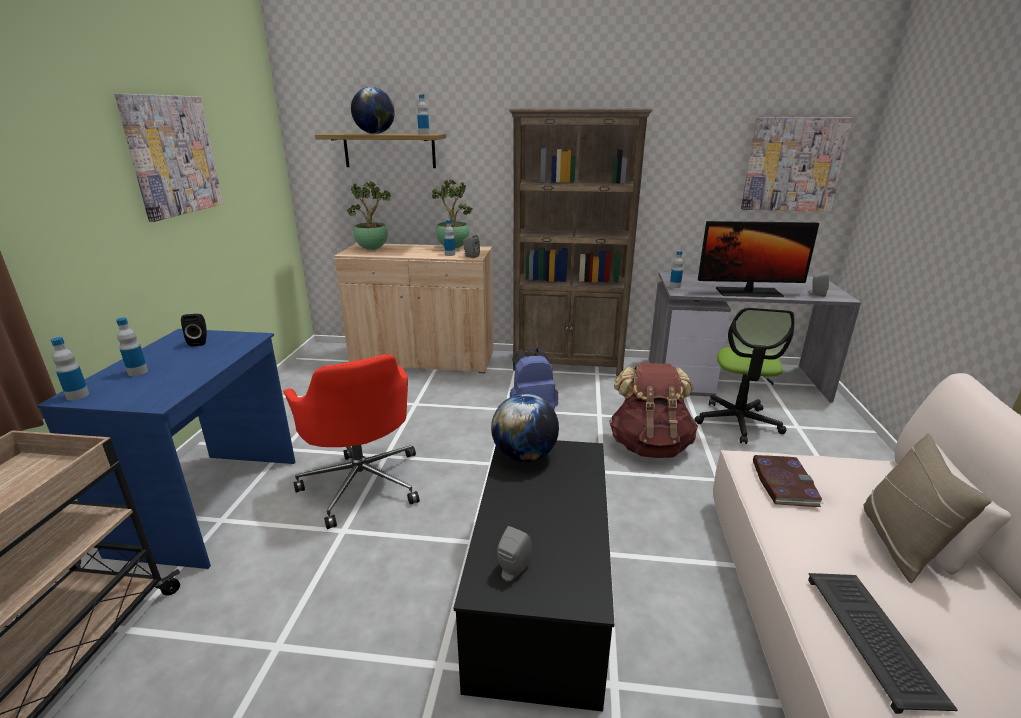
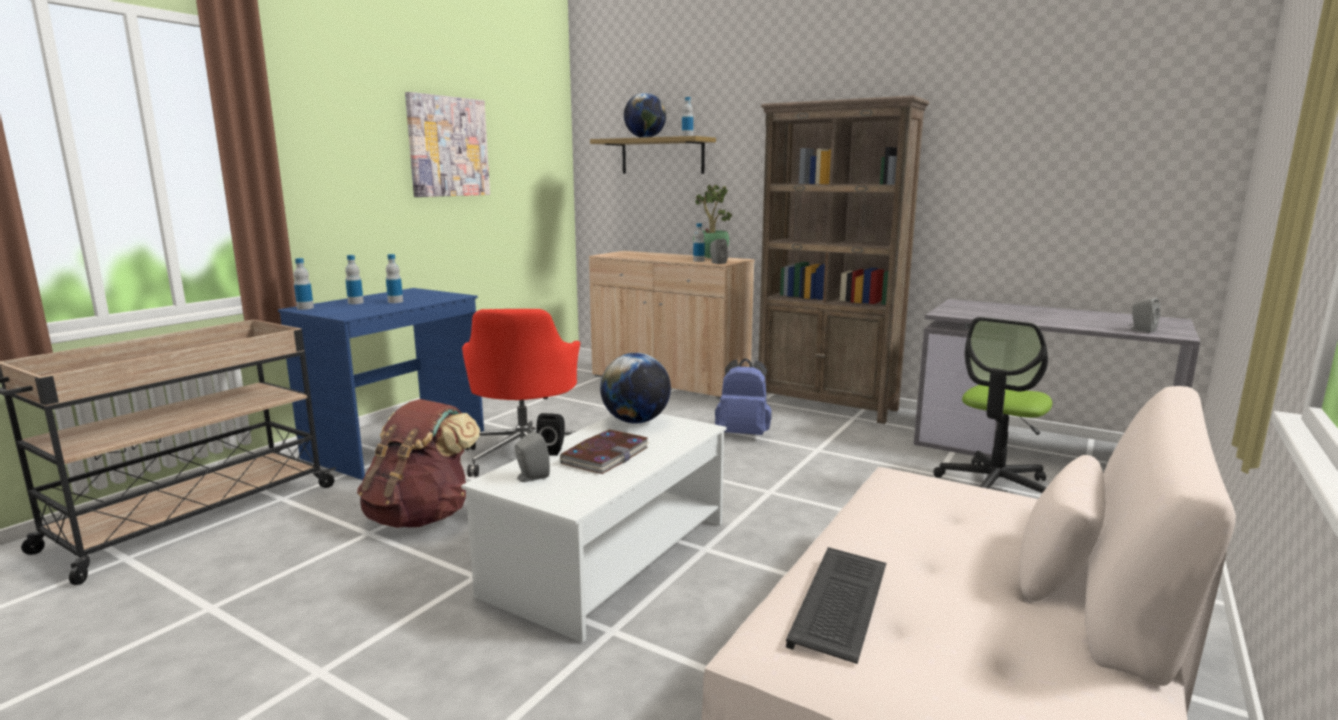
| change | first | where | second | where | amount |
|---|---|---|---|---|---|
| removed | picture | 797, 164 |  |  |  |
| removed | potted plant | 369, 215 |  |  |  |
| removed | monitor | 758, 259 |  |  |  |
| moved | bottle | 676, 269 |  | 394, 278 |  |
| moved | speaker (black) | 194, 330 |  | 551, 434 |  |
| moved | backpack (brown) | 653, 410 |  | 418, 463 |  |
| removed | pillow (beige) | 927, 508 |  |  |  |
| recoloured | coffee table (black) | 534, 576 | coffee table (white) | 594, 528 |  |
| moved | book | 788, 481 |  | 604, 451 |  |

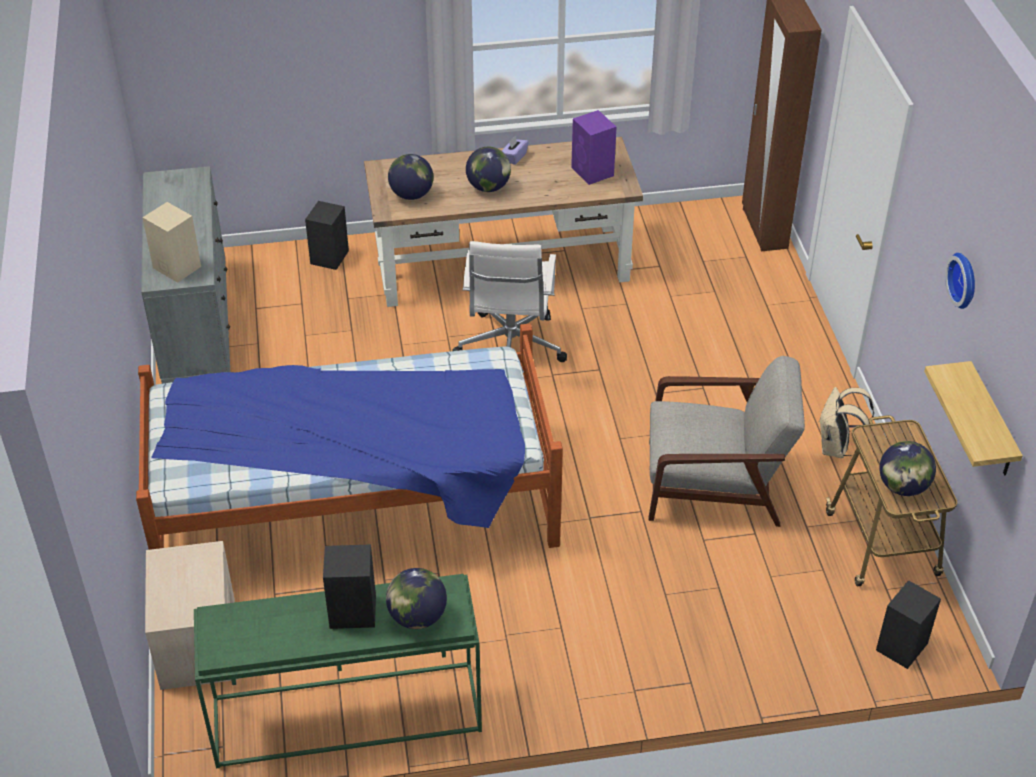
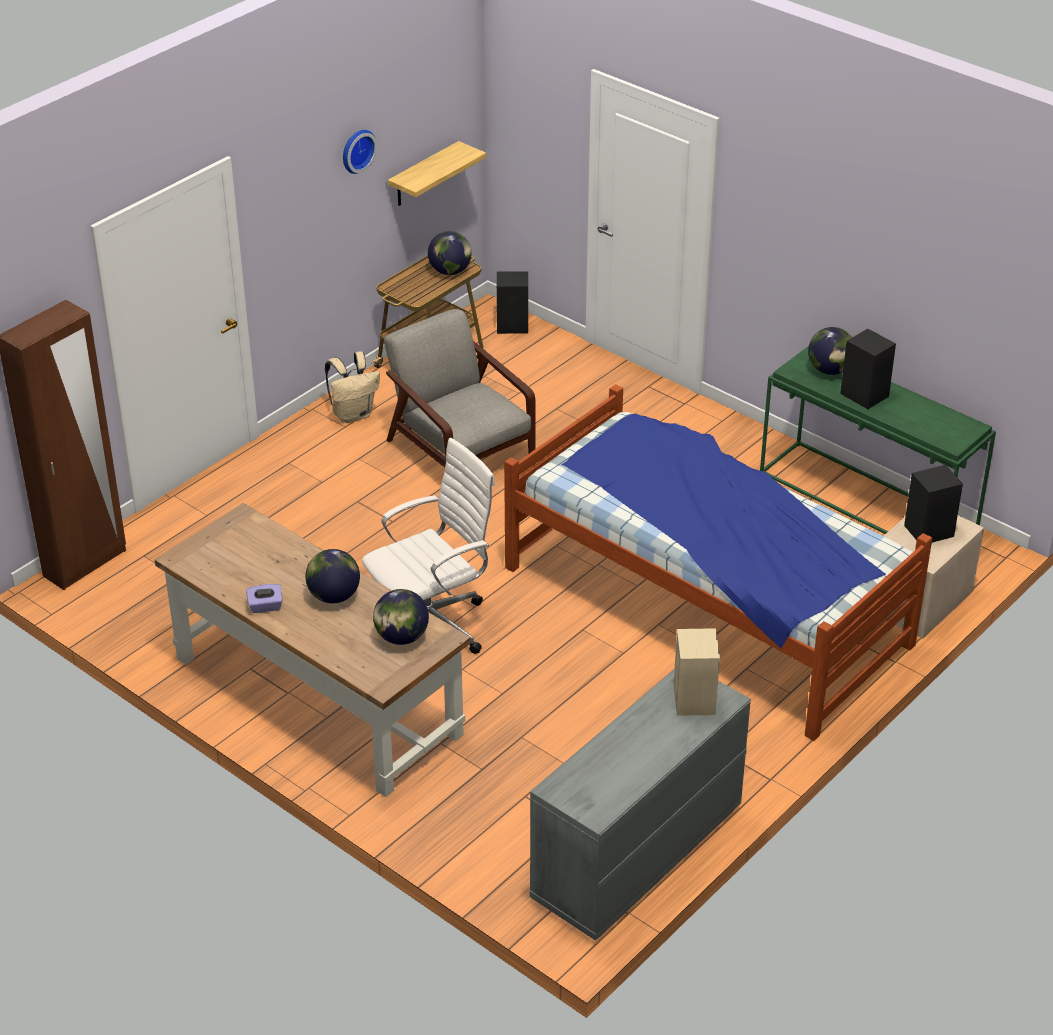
| change | first | where | second | where | amount |
|---|---|---|---|---|---|
| removed | speaker (purple) | 593, 147 |  |  |  |
| moved | speaker (black) | 327, 235 |  | 933, 503 |  |

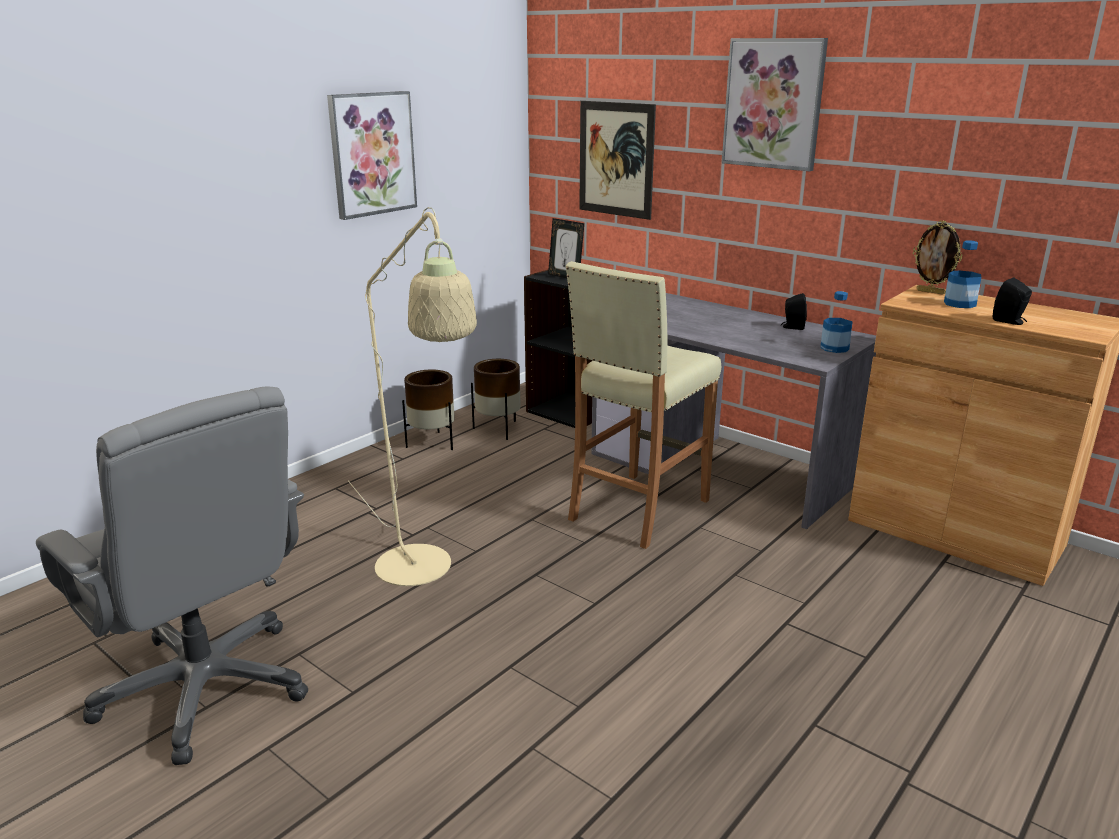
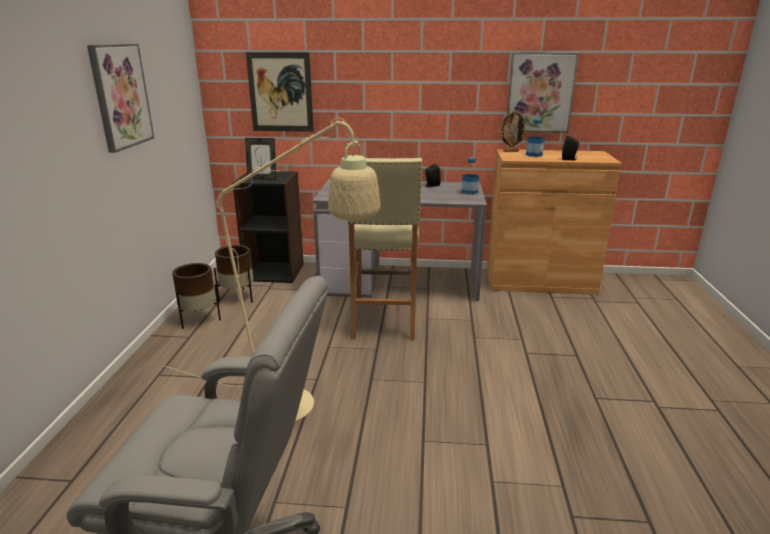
| change | first | where | second | where | amount |
|---|---|---|---|---|---|
| moved | picture | 775, 105 |  | 543, 92 |  |

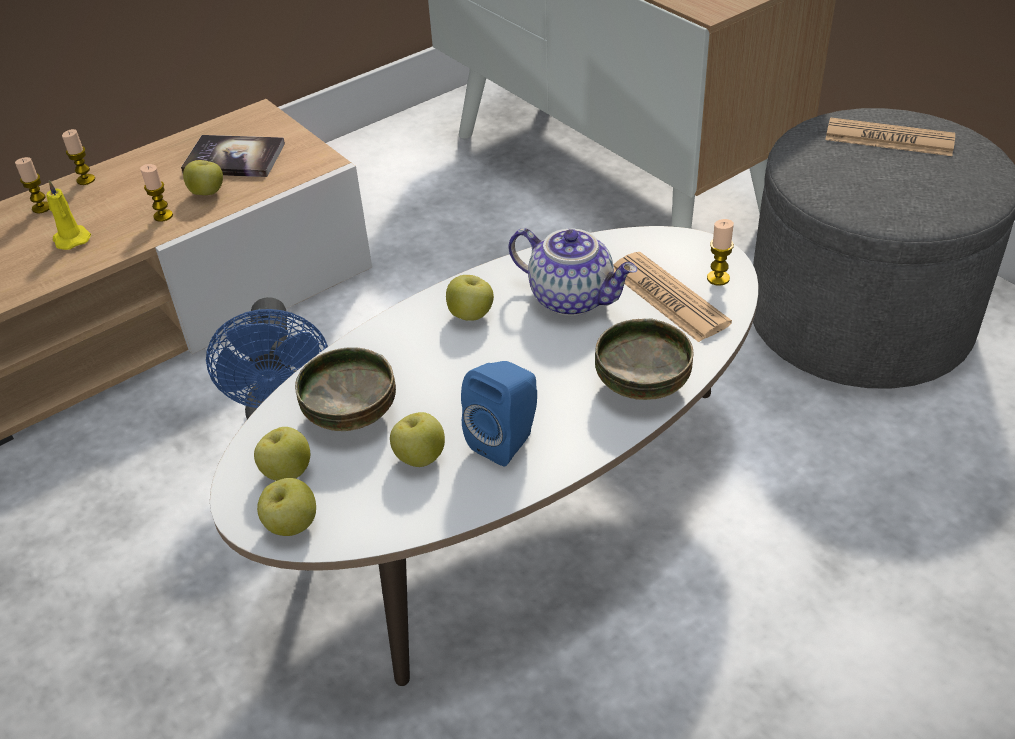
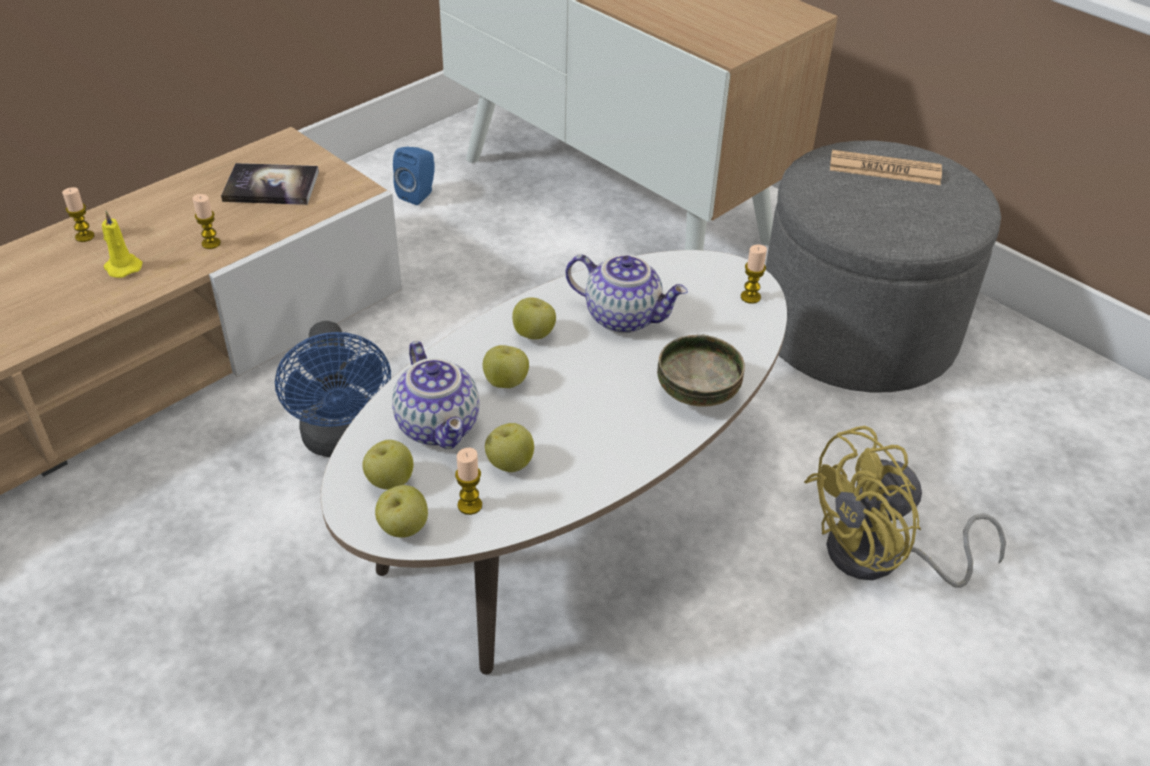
| change | first | where | second | where | amount |
|---|---|---|---|---|---|
| moved | candle | 78, 157 |  | 468, 481 |  |
| moved | apple | 203, 177 |  | 506, 366 |  |
| removed | newspaper | 673, 297 |  |  |  |
| replaced | bowl | 345, 389 | teapot | 435, 395 |  |
| moved | speaker (blue) | 499, 413 |  | 413, 175 |  |
| added |  |  | fan (yellow) | 905, 507 |  |

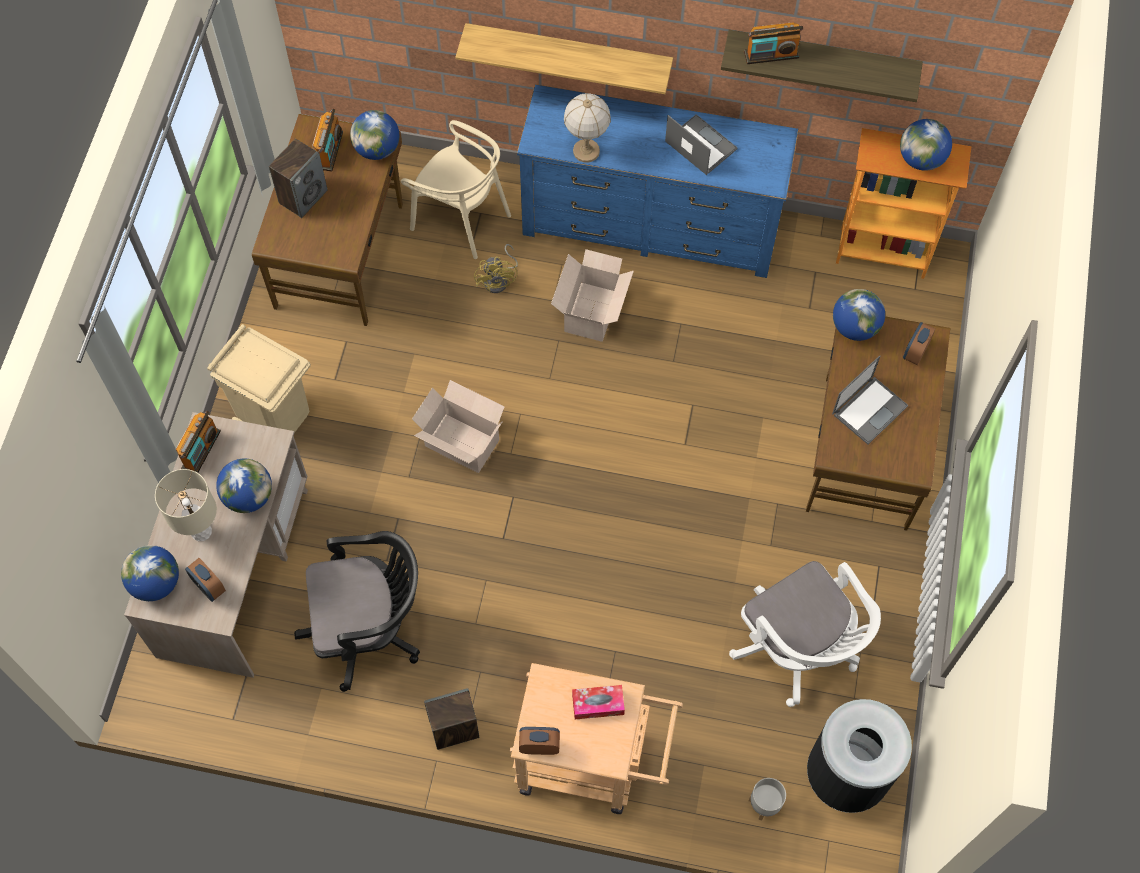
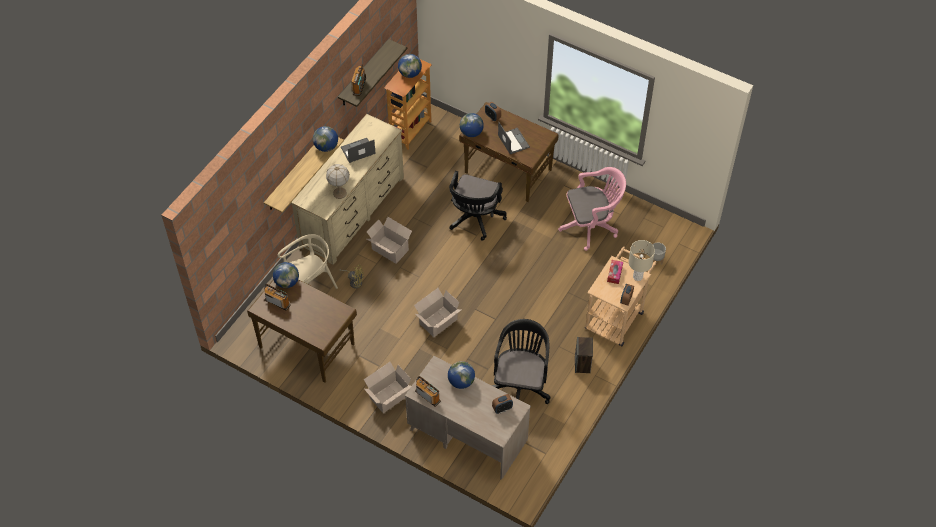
| change | first | where | second | where | amount |
|---|---|---|---|---|---|
| recoloured | dresser (blue) | 658, 181 | dresser (beige) | 347, 189 |  |
| removed | speaker | 298, 178 |  |  |  |
| replaced | trash can (beige) | 259, 378 | cardboard box | 387, 387 |  |
| moved | table lamp (beige) | 186, 505 |  | 641, 260 |  |
| moved | globe | 150, 573 |  | 325, 139 |  |
| recoloured | office chair (white) | 805, 634 | office chair (pink) | 592, 209 |  |
| removed | trash can (black) | 859, 756 |  |  |  |
| added |  |  | office chair (black) | 478, 206 |  |

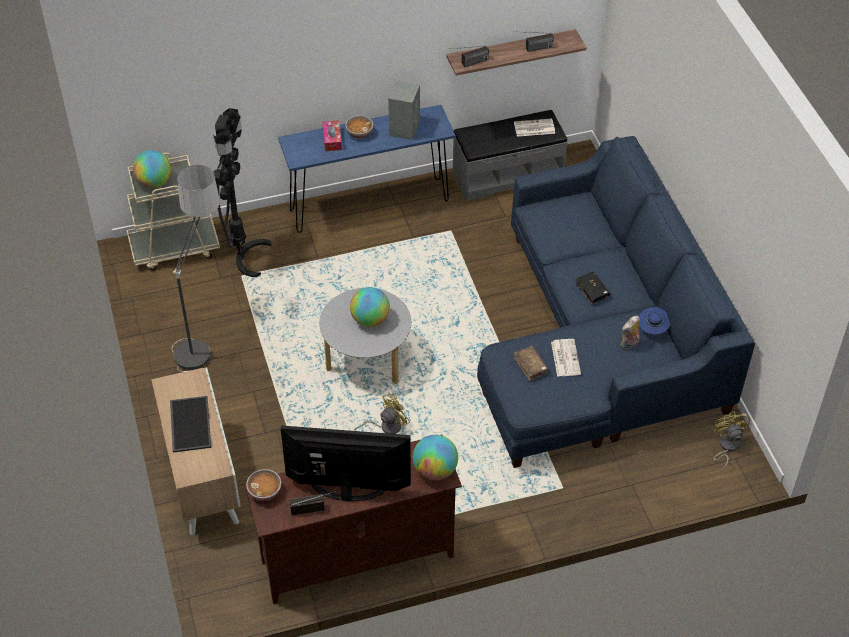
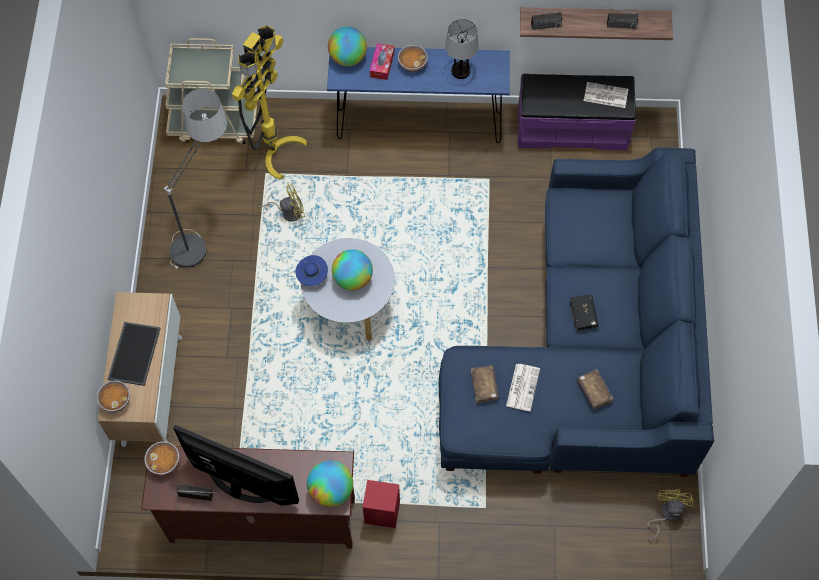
| change | first | where | second | where | amount |
|---|---|---|---|---|---|
| replaced | speaker (grey) | 404, 110 | table lamp | 462, 49 |  |
| recoloured | floor lamp (black) | 242, 192 | floor lamp (yellow) | 269, 102 |  |
| recoloured | bench (grey) | 510, 155 | bench (purple) | 577, 112 |  |
| moved | globe | 152, 169 |  | 347, 46 |  |
| moved | hat (blue) | 654, 321 |  | 312, 270 |  |
| replaced | plush toy | 630, 332 | book (brown) | 595, 389 |  |
| moved | fan (yellow) | 382, 414 |  | 281, 203 |  |
| added |  |  | bowl | 113, 396 |  |
| added |  |  | speaker (red) | 381, 504 |  |

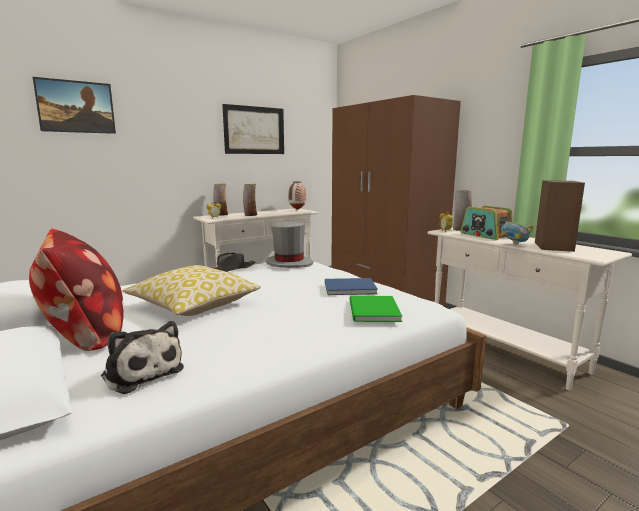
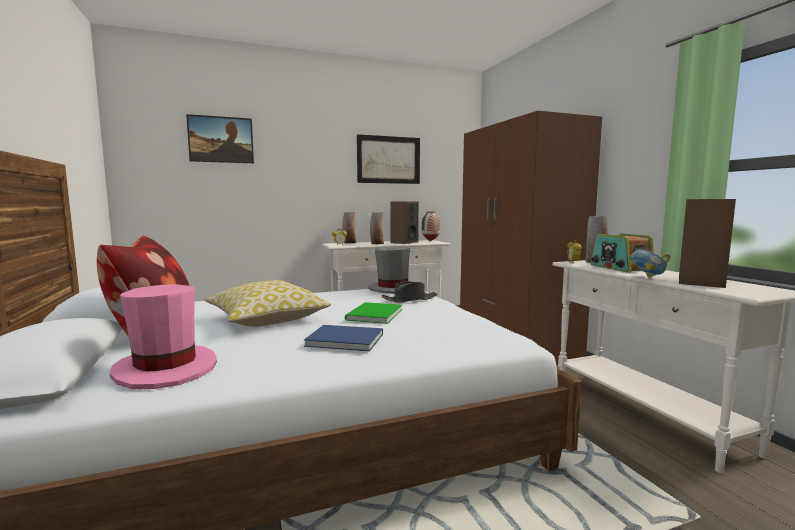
| change | first | where | second | where | amount |
|---|---|---|---|---|---|
| moved | hat (black) | 231, 262 |  | 409, 292 |  |
| moved | book (blue) | 351, 286 |  | 343, 338 |  |
| moved | book (green) | 376, 309 |  | 373, 313 |  |
| replaced | plush toy | 142, 357 | hat (pink) | 163, 336 |  |
| added |  |  | speaker | 405, 222 |  |

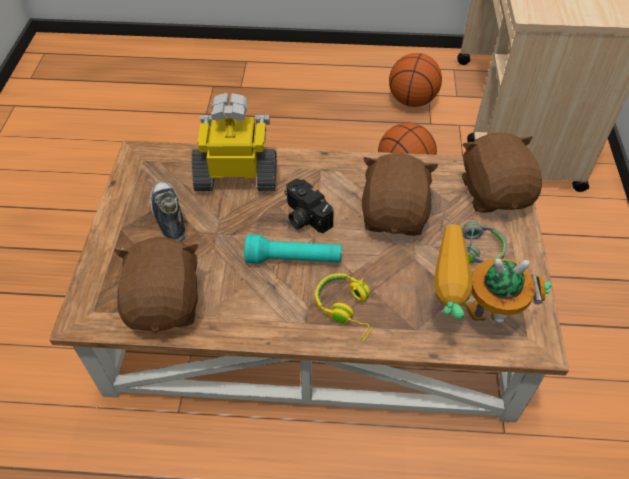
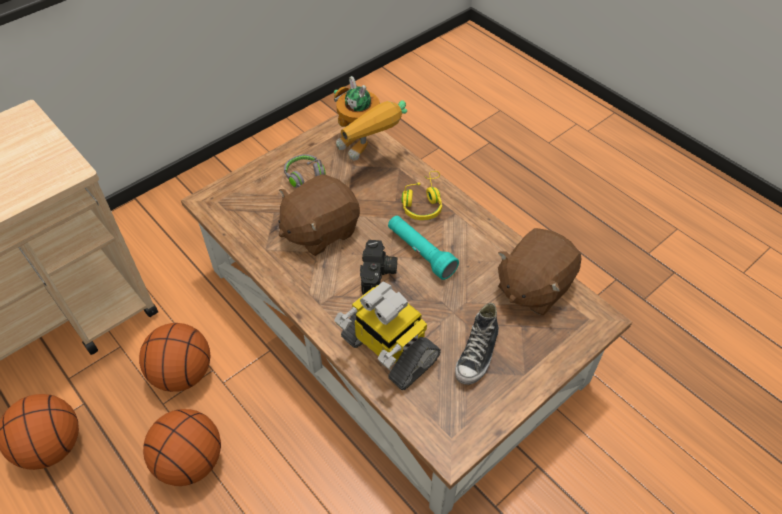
| change | first | where | second | where | amount |
|---|---|---|---|---|---|
| removed | plush toy (brown) | 502, 173 |  |  |  |
| added |  |  | basketball | 182, 447 |  |

